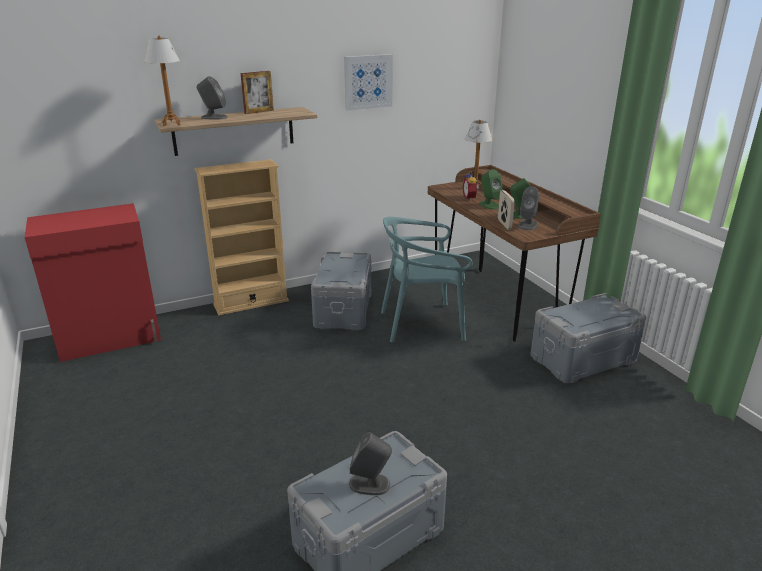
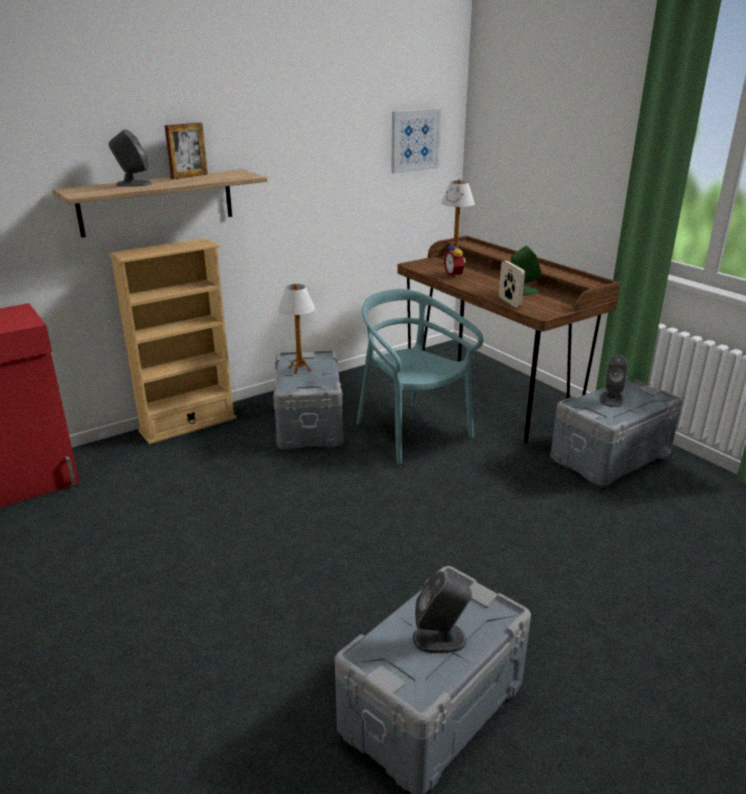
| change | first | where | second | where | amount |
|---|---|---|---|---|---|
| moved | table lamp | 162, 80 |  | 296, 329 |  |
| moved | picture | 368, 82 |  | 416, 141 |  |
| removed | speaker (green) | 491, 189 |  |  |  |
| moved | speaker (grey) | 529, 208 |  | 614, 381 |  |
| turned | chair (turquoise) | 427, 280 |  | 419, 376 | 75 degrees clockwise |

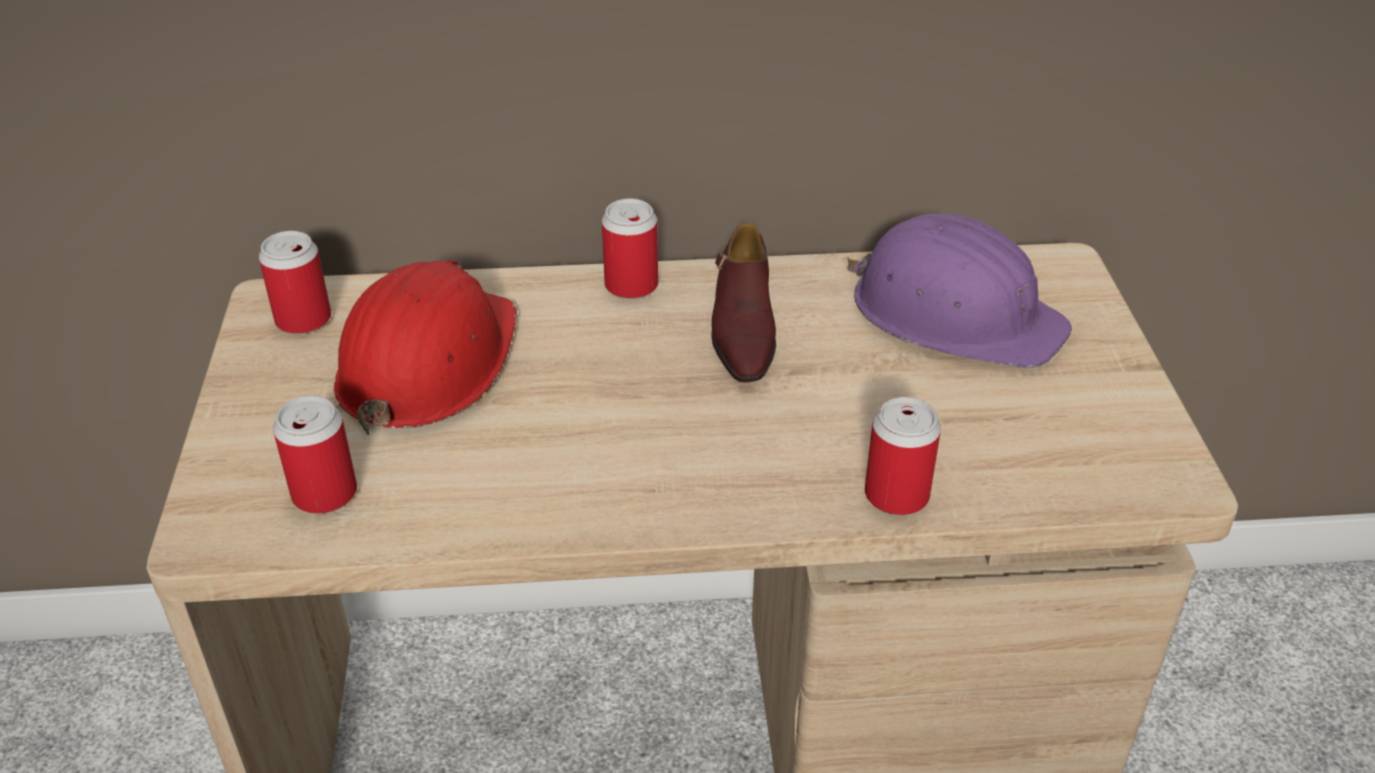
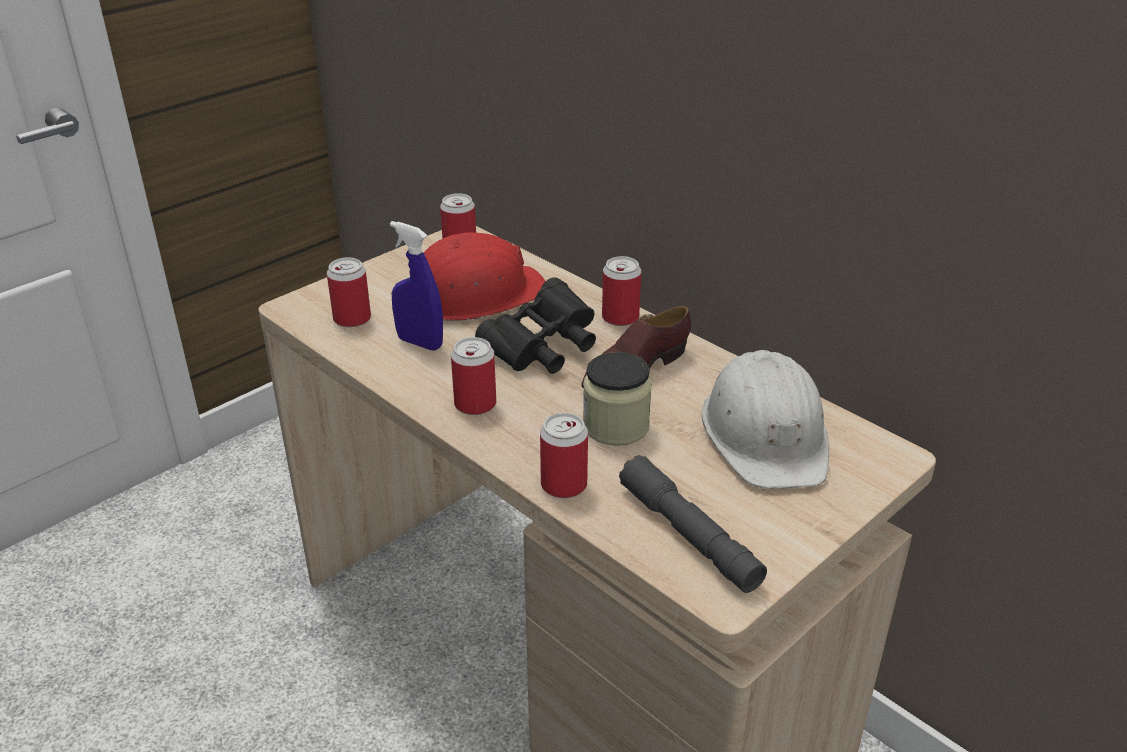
| change | first | where | second | where | amount |
|---|---|---|---|---|---|
| recoloured | hard hat (purple) | 959, 290 | hard hat (white) | 765, 419 |  |
| added |  |  | spray bottle (blue) | 416, 285 |  |
| added |  |  | binoculars (black) | 535, 325 |  |
| added |  |  | can | 473, 376 |  |
| added |  |  | jar | 617, 399 |  |
| added |  |  | flashlight (grey) | 693, 524 |  |

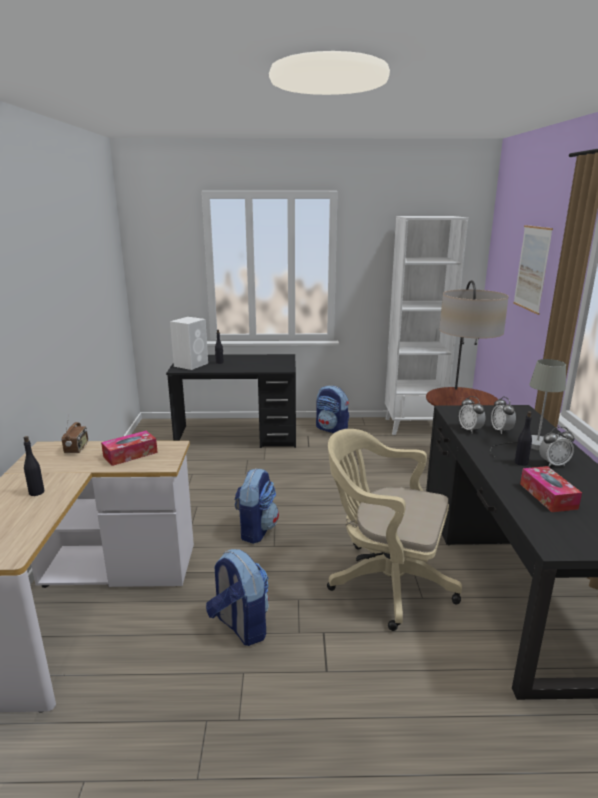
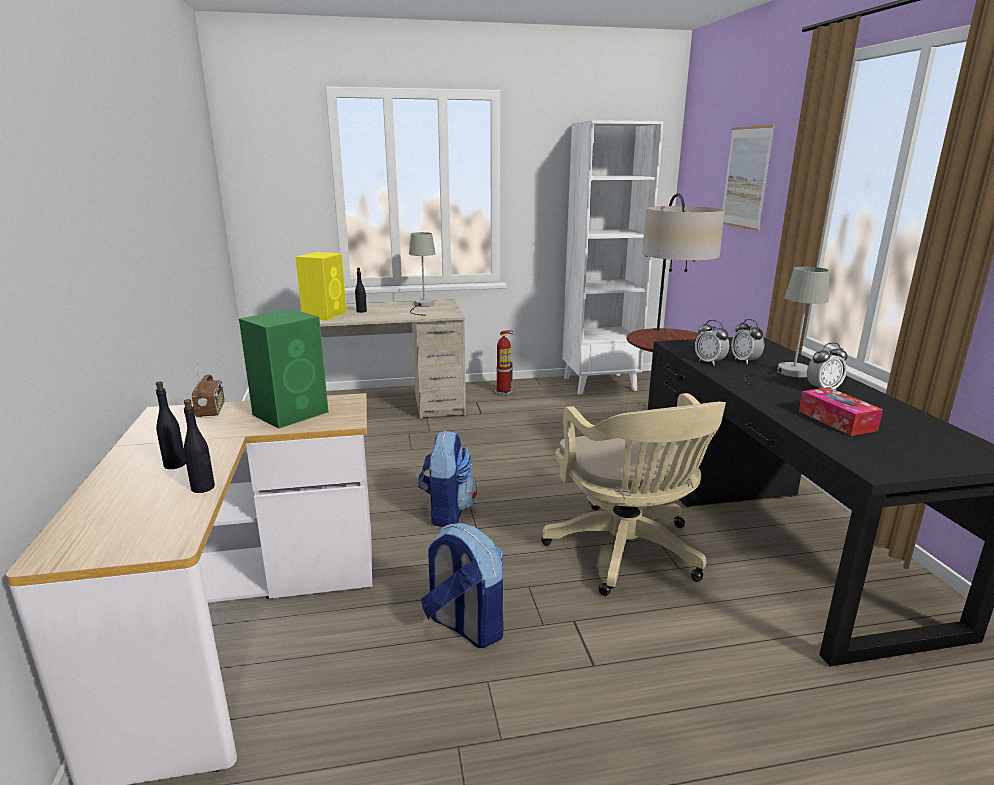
| change | first | where | second | where | amount |
|---|---|---|---|---|---|
| recoloured | speaker (white) | 189, 343 | speaker (yellow) | 321, 286 |  |
| recoloured | desk (black) | 231, 401 | desk (beige) | 393, 359 |  |
| replaced | backpack | 332, 409 | fire extinguisher | 503, 363 |  |
| moved | bottle (black) | 523, 438 |  | 199, 446 |  |
| turned | office chair (beige) | 394, 530 |  | 633, 494 | 120 degrees counterclockwise |
| replaced | tissue box | 129, 448 | speaker (green) | 284, 369 |  |
| added |  |  | table lamp (grey) | 422, 274 |  |

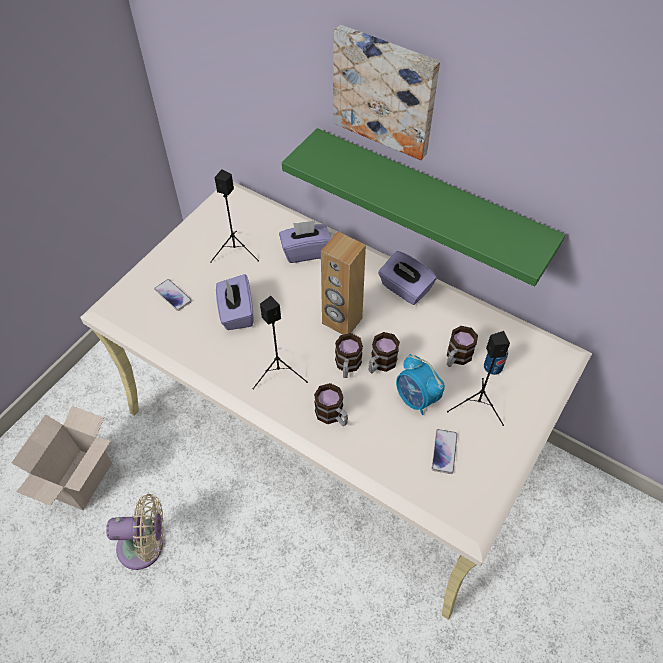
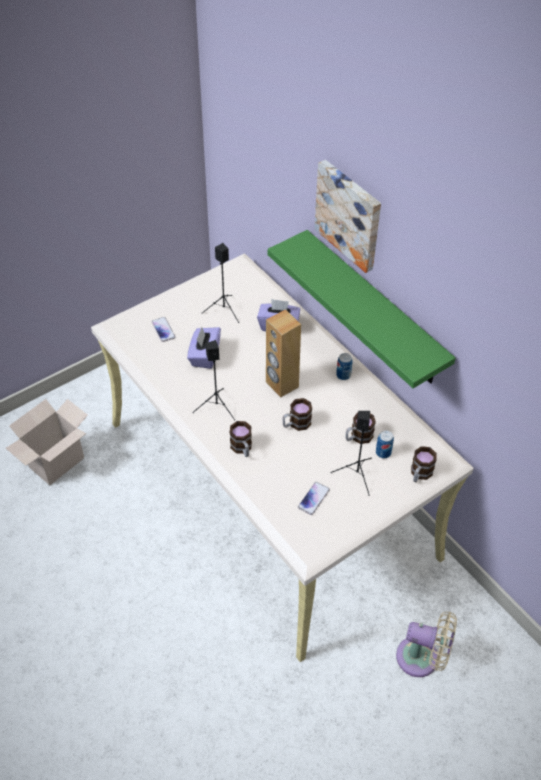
| change | first | where | second | where | amount |
|---|---|---|---|---|---|
| replaced | tissue box (purple) | 407, 278 | can | 344, 366 |  |
| moved | mug | 349, 355 |  | 424, 464 |  |
| removed | alarm clock | 420, 384 |  |  |  |
| moved | fan (beige) | 134, 532 |  | 426, 644 |  |

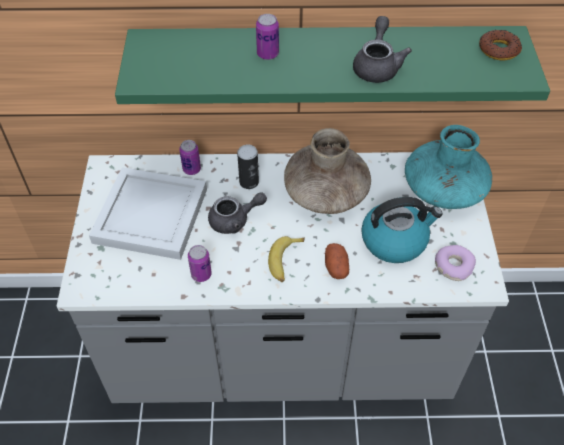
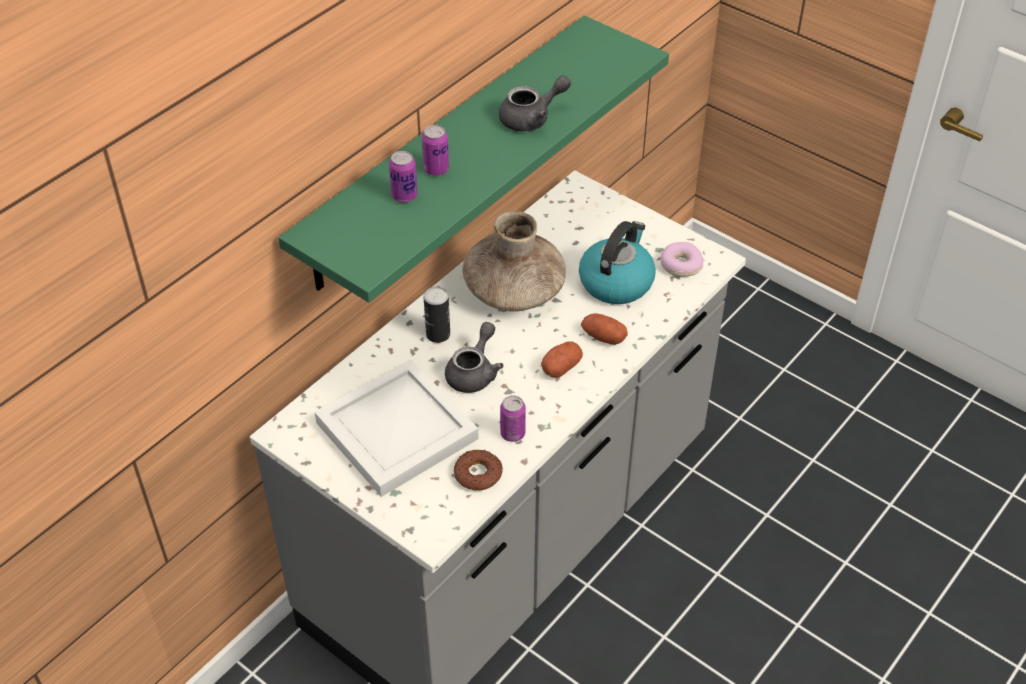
| change | first | where | second | where | amount |
|---|---|---|---|---|---|
| turned | teapot (grey) | 382, 49 |  | 535, 103 | 105 degrees clockwise |
| moved | donut | 500, 45 |  | 478, 470 |  |
| removed | vase (turquoise) | 448, 167 |  |  |  |
| moved | can | 190, 157 |  | 403, 177 |  |
| replaced | banana | 286, 259 | potato | 561, 359 |  |

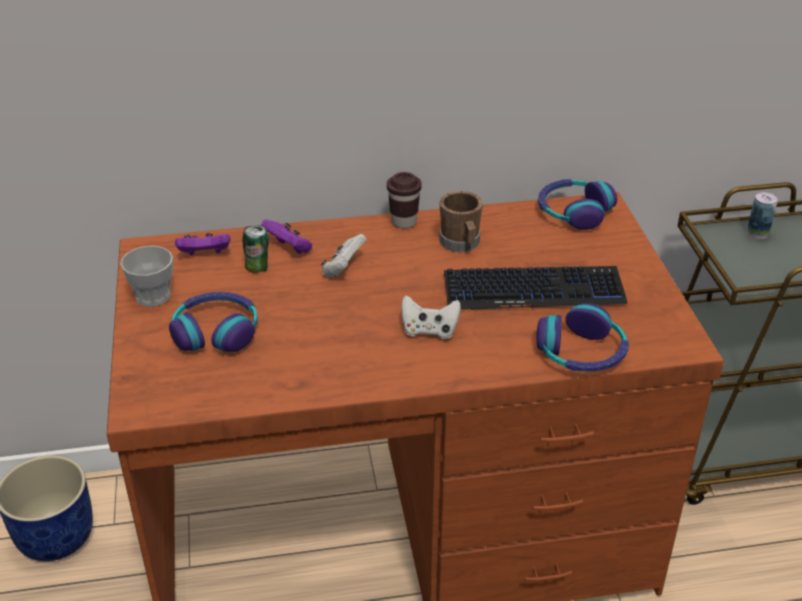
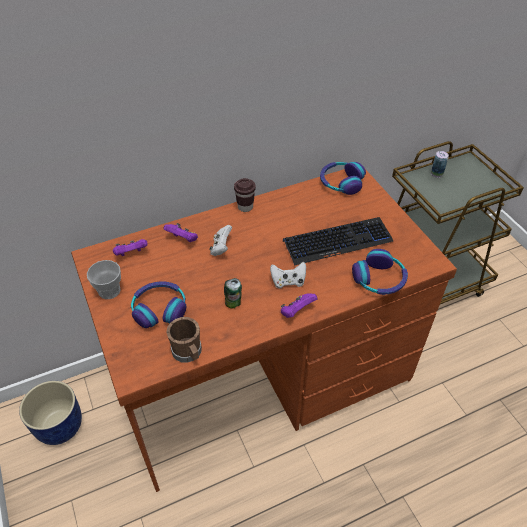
| change | first | where | second | where | amount |
|---|---|---|---|---|---|
| moved | mug (brown) | 461, 221 |  | 184, 340 |  |
| moved | can | 255, 249 |  | 233, 293 |  |
| added |  |  | game controller (purple) | 299, 305 |  |

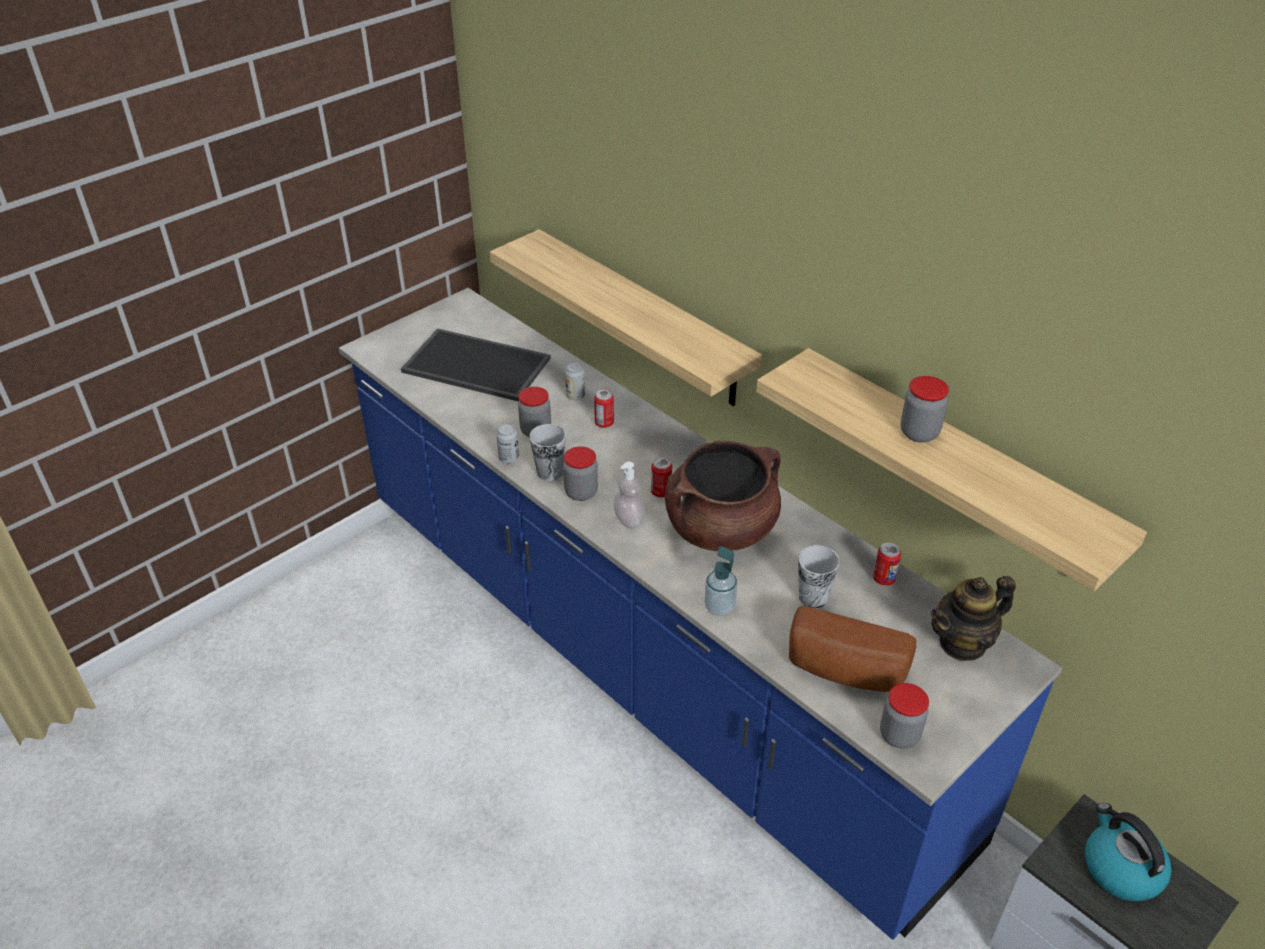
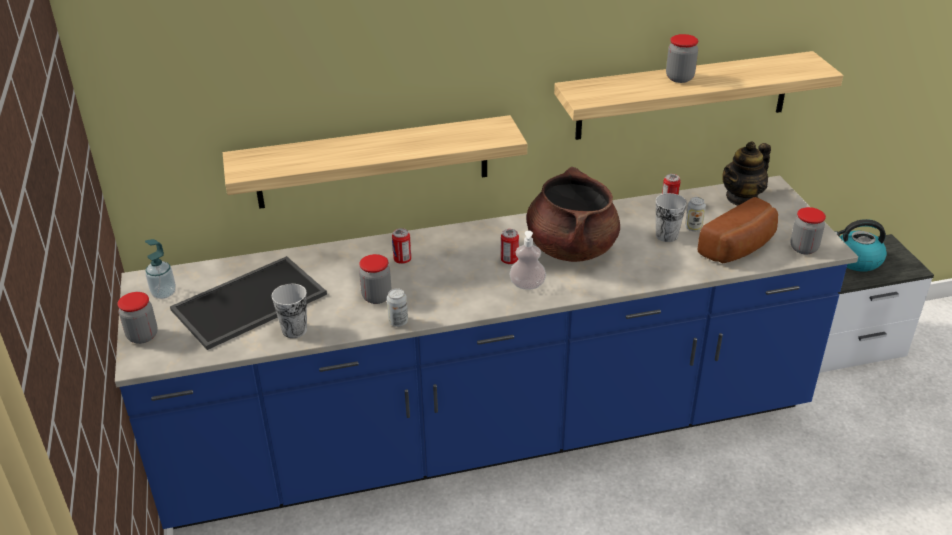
| change | first | where | second | where | amount |
|---|---|---|---|---|---|
| moved | can | 575, 381 |  | 695, 214 |  |
| moved | cup | 547, 452 |  | 289, 311 |  |
| moved | jar | 580, 473 |  | 137, 318 |  |
| moved | soap dispenser | 721, 581 |  | 160, 269 |  |
| turned | teapot | 973, 618 |  | 746, 173 | 45 degrees clockwise |

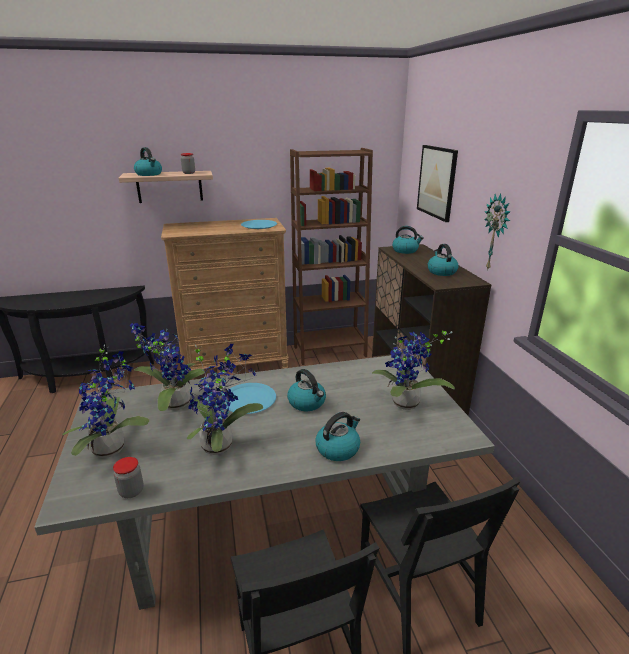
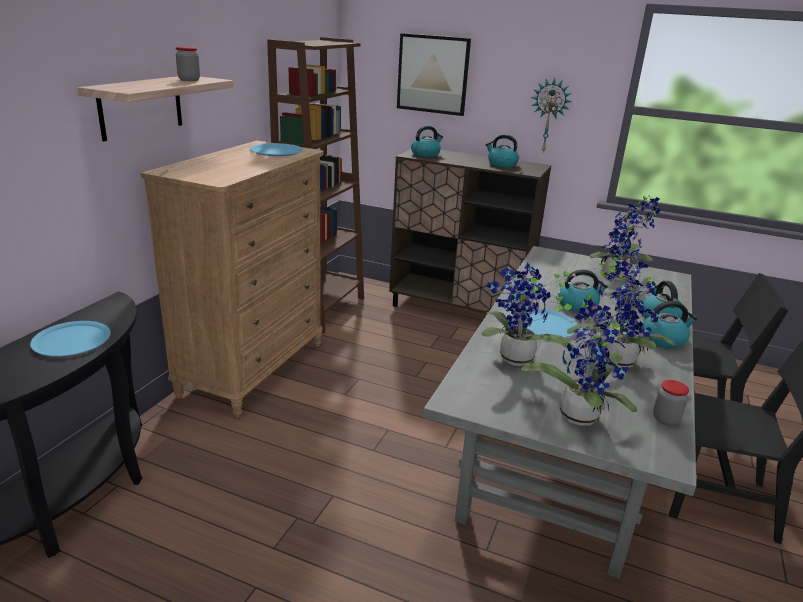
| change | first | where | second | where | amount |
|---|---|---|---|---|---|
| moved | kettle | 148, 161 |  | 669, 324 |  |
| added |  |  | plate (blue) | 70, 338 |  |

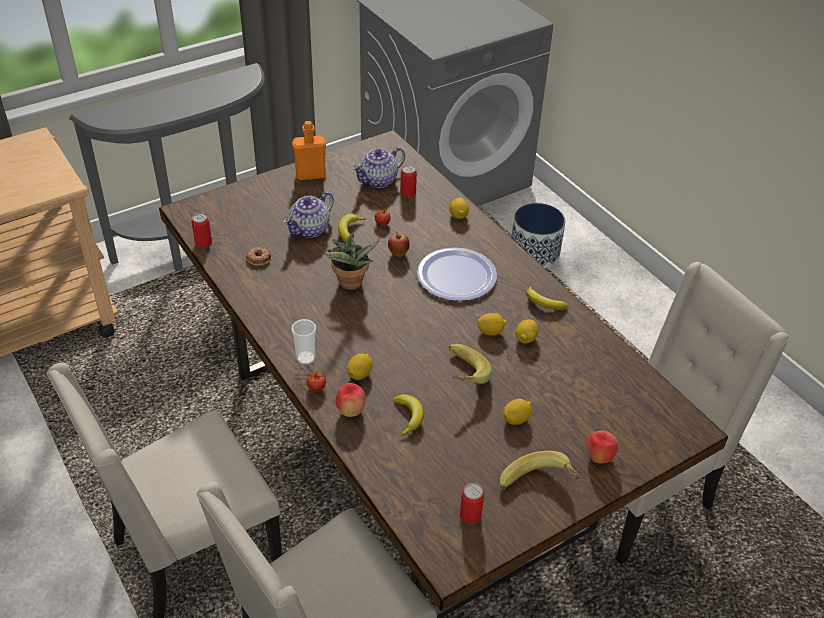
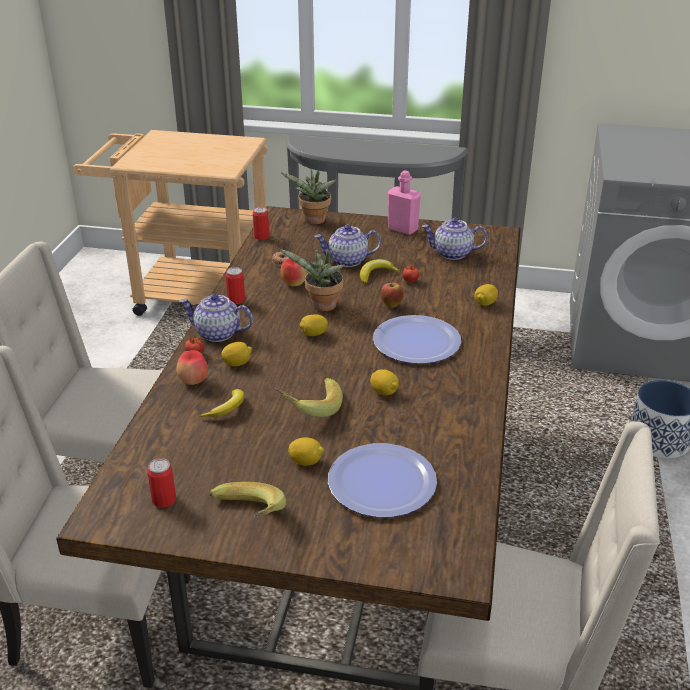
| change | first | where | second | where | amount |
|---|---|---|---|---|---|
| recoloured | bottle (orange) | 309, 150 | bottle (pink) | 404, 202 |  |
| moved | can | 408, 181 |  | 235, 285 |  |
| removed | banana | 547, 298 |  |  |  |
| replaced | cup | 303, 342 | teapot | 216, 318 |  |
| moved | lemon | 527, 331 |  | 313, 325 |  |
| moved | apple | 602, 447 |  | 294, 272 |  |
| added |  |  | potted plant | 308, 196 |  |
| added |  |  | plate | 382, 480 |  |

